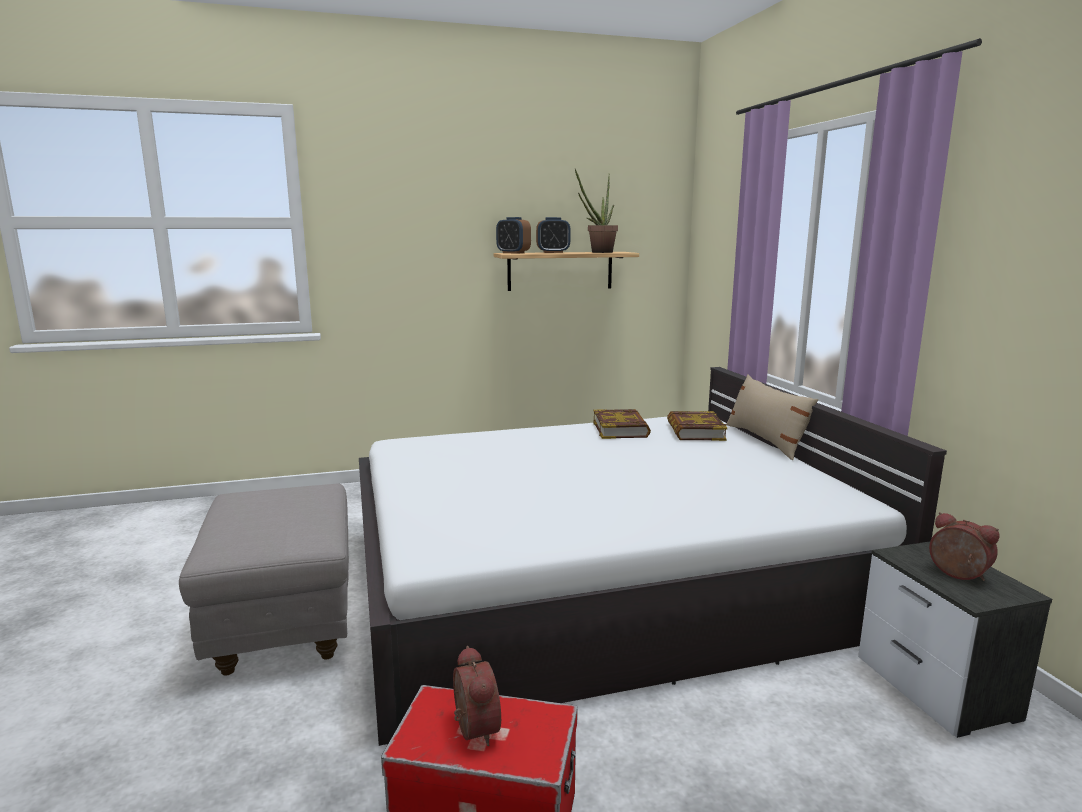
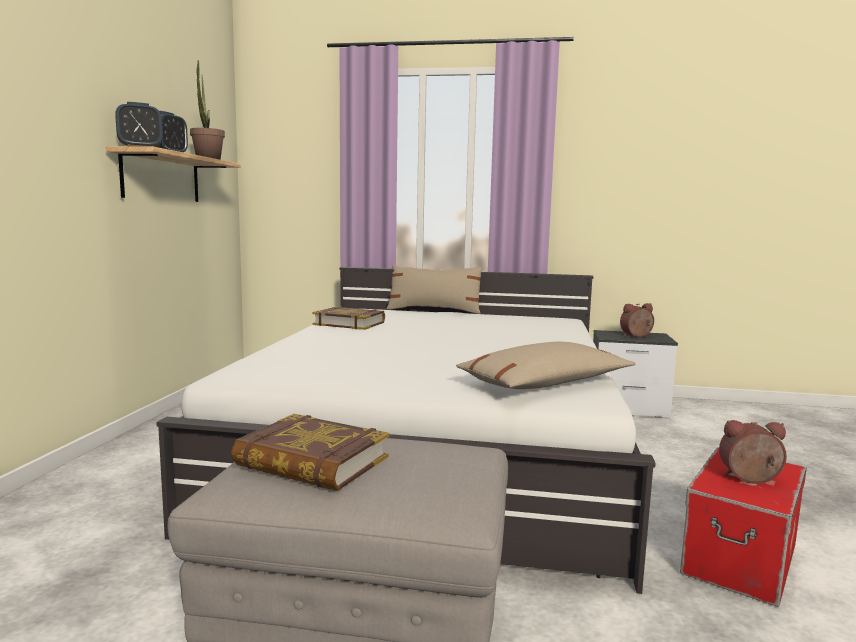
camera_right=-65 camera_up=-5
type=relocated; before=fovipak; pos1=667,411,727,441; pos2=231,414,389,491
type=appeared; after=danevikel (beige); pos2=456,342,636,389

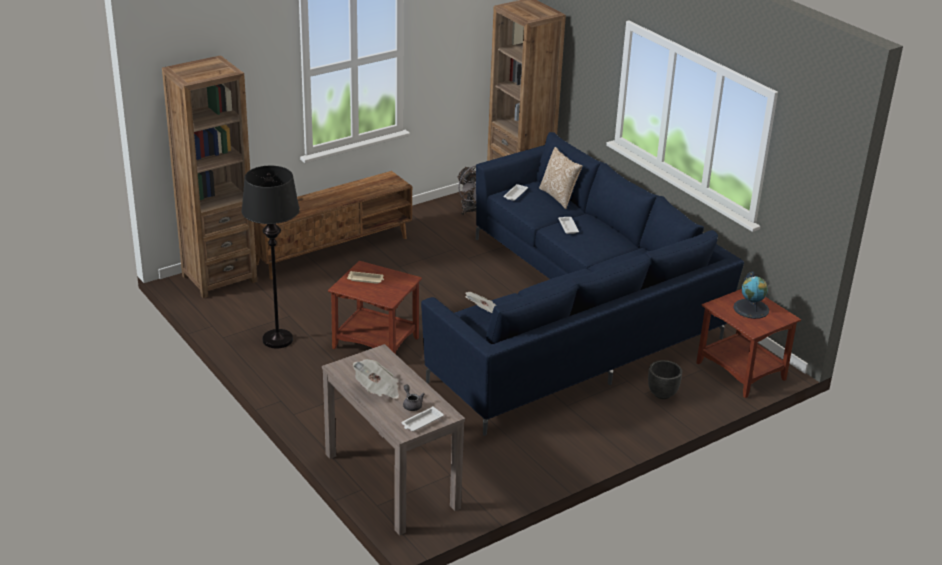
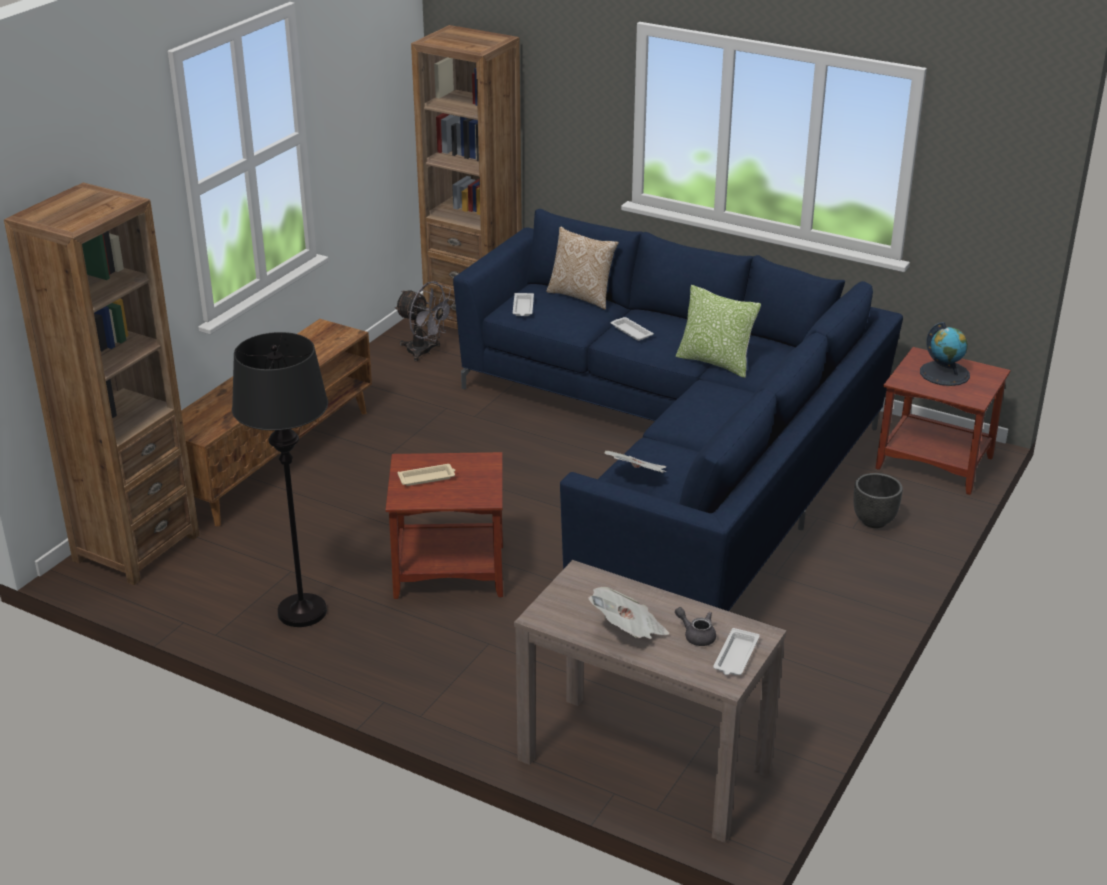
camera_right=-25 camera_up=0
type=appeared; after=danevikel; pos2=676,285,761,378

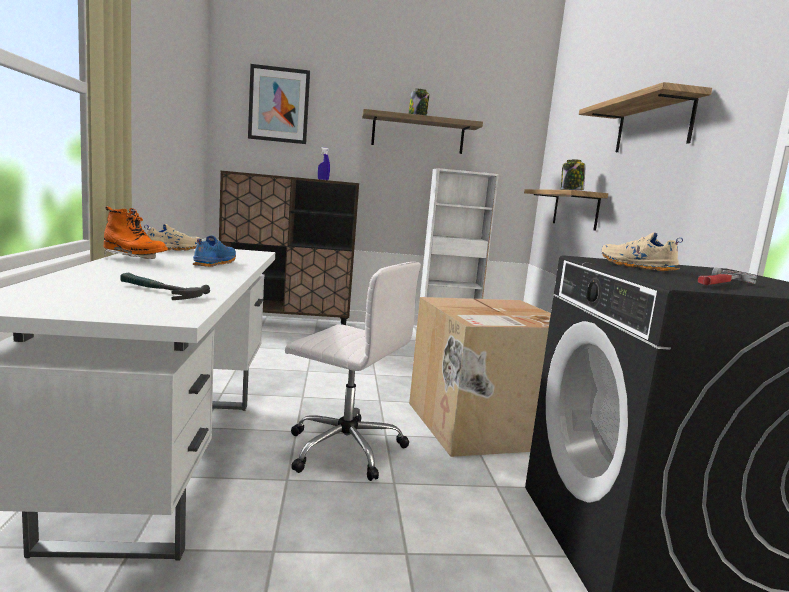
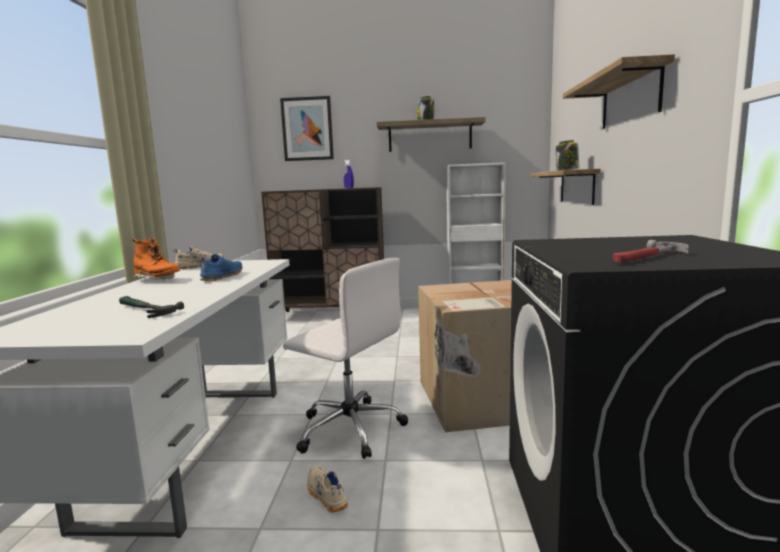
camera_right=10 camera_up=0
type=relocated; before=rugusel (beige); pos1=601,232,683,272; pos2=307,466,348,512

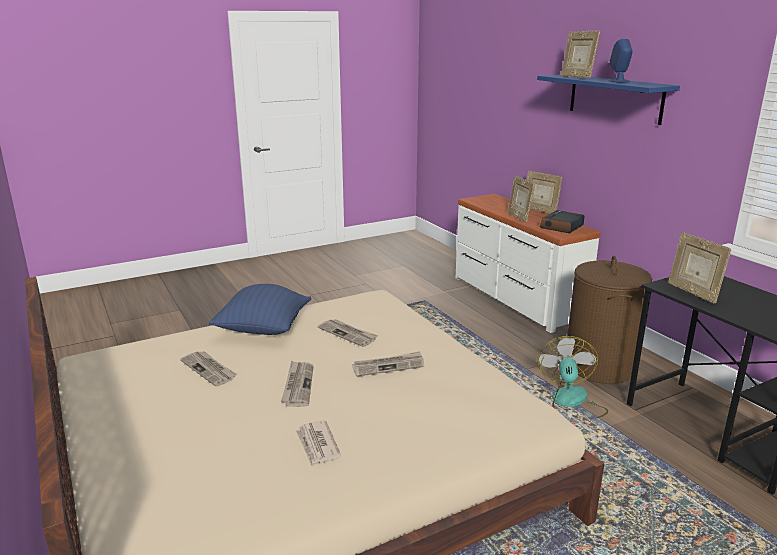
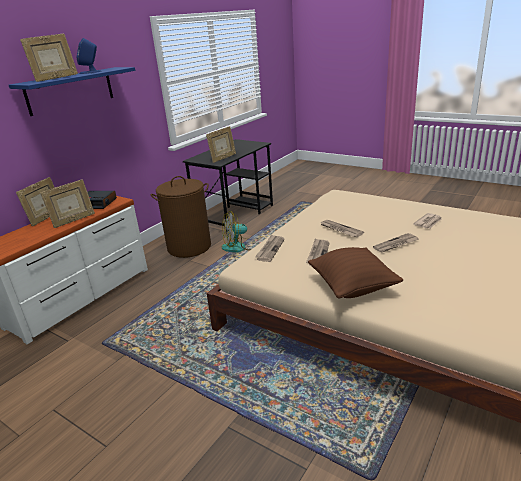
camera_right=-115 camera_up=5
type=colour; before=danevikel (blue); after=danevikel (brown); pos1=209,284,311,335; pos2=308,247,403,299
type=relocated; before=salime; pos1=180,351,236,387; pos2=255,234,285,262

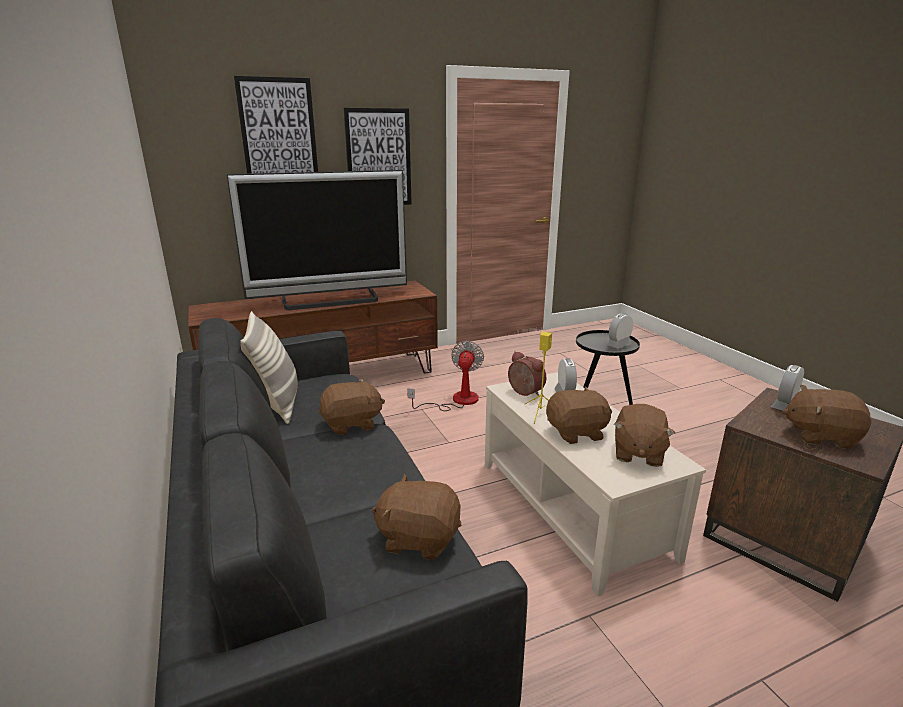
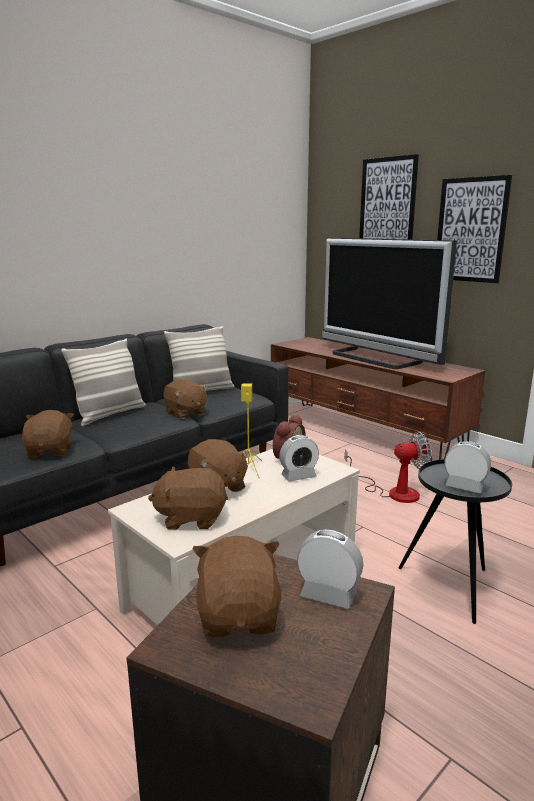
camera_right=70 camera_up=-5
type=appeared; after=danevikel; pos2=61,339,146,426

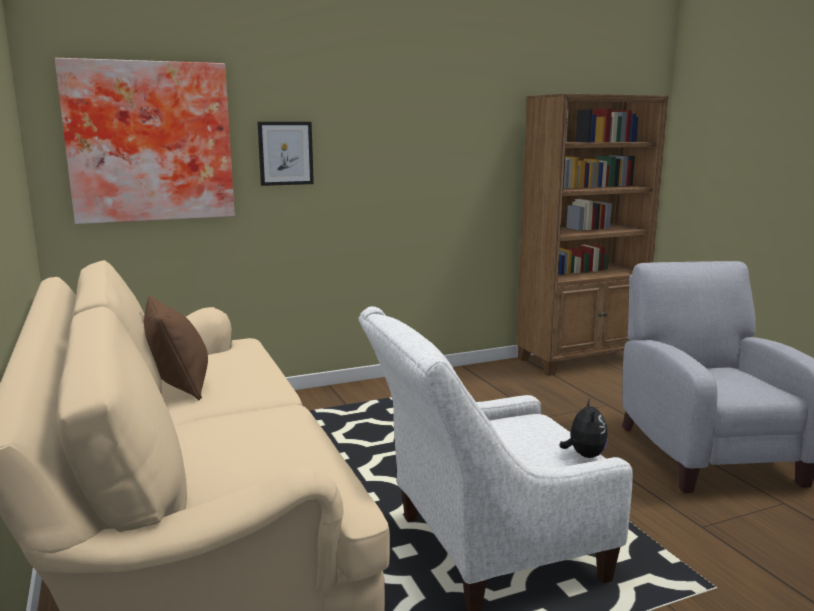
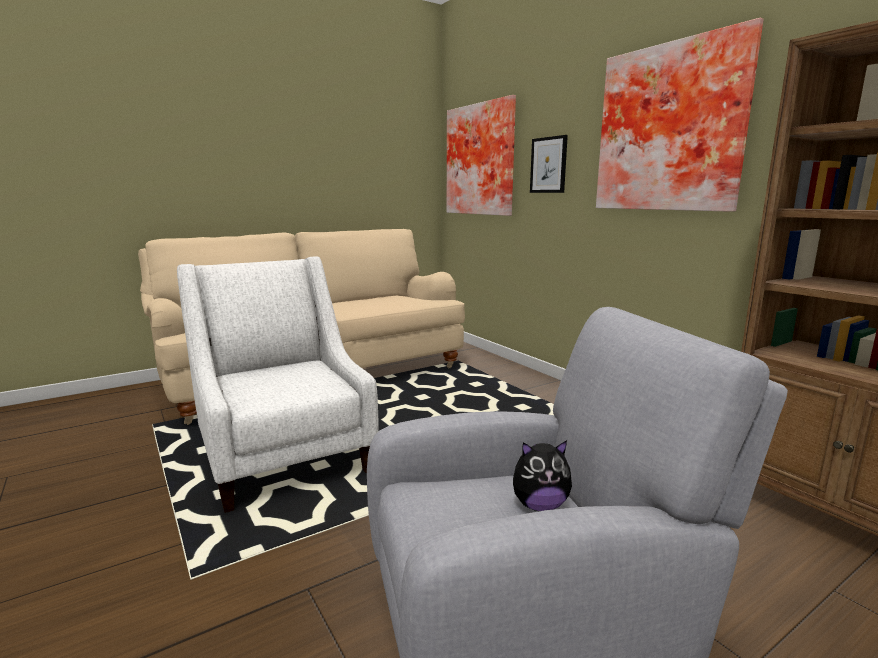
camera_right=80 camera_up=0
type=missing; before=danevikel (brown); pos1=144,296,208,400
type=relocated; before=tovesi; pos1=559,398,608,458; pos2=513,440,572,511
type=appeared; after=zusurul; pos2=596,18,764,212

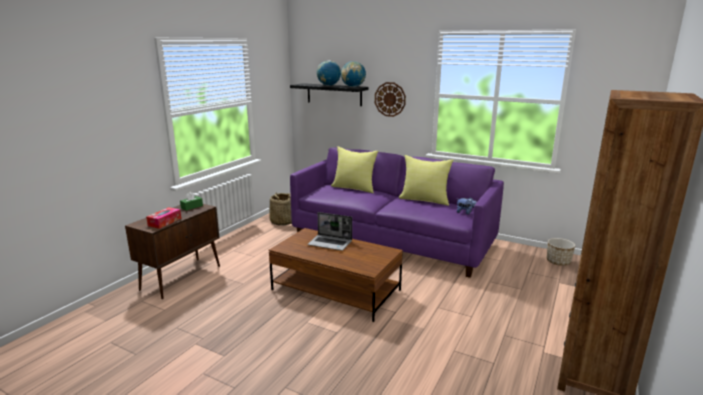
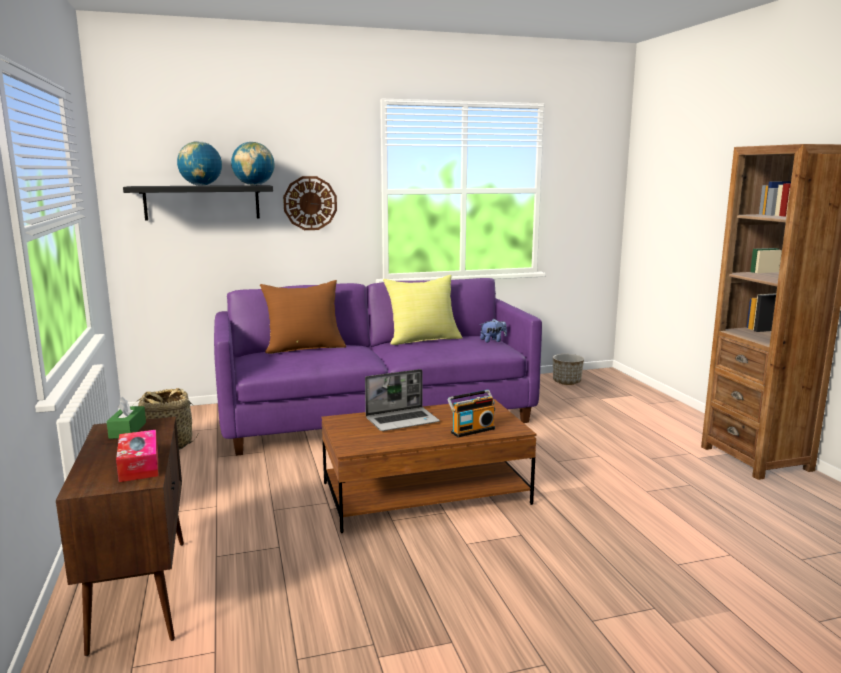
camera_right=-45 camera_up=-5
type=colour; before=danevikel (yellow); after=danevikel (brown); pos1=331,146,378,193; pos2=260,280,346,354
type=appeared; after=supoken; pos2=447,390,495,437

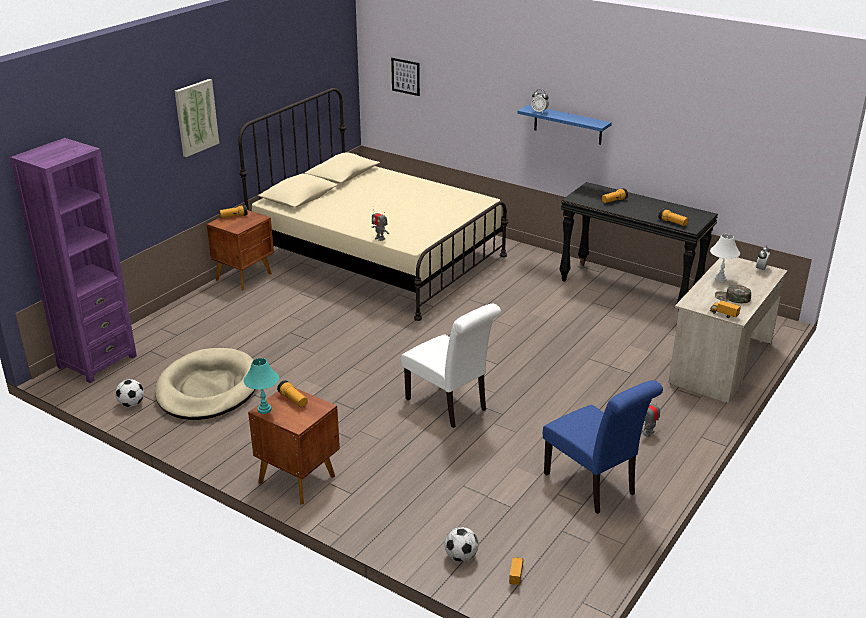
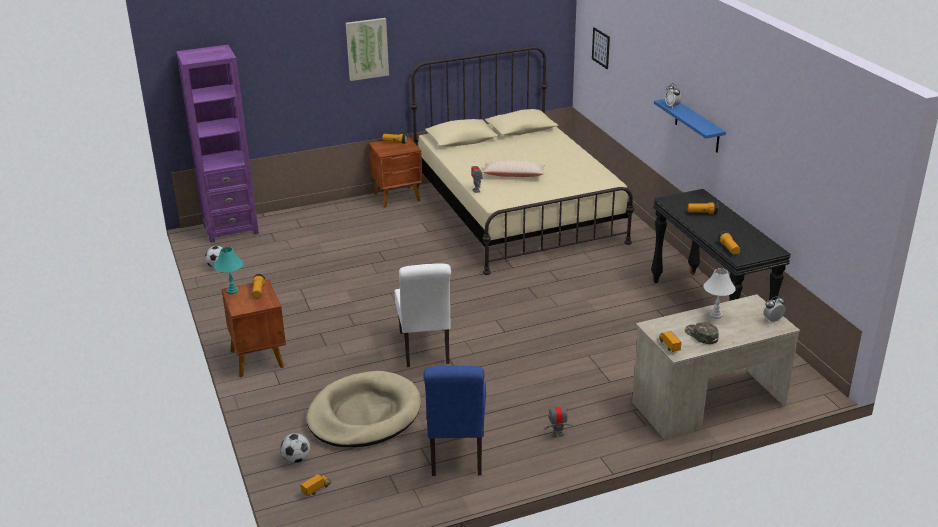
camera_right=35 camera_up=0
type=relocated; before=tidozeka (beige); pos1=155,348,256,420; pos2=306,371,421,447
type=appeared; after=danevikel (beige); pos2=483,160,545,177

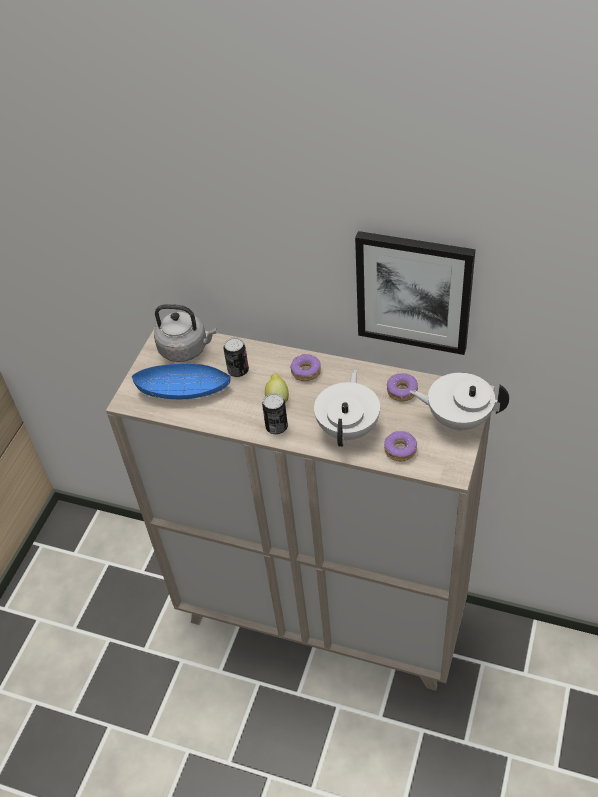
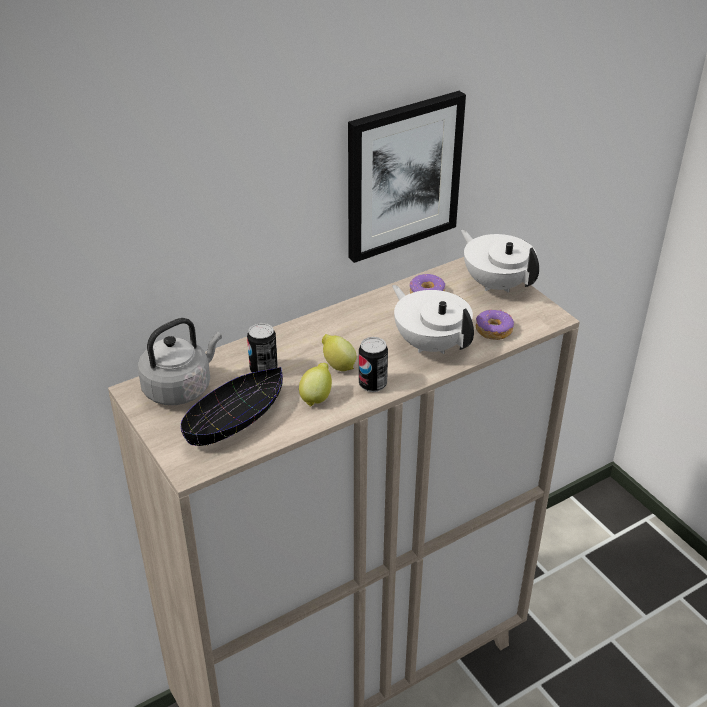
camera_right=-55 camera_up=-10
type=missing; before=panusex; pos1=290,354,321,381
type=colour; before=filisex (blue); after=filisex (black); pos1=131,364,231,399; pos2=180,367,283,446
type=spun; before=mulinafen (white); pos1=410,373,509,431; pos2=461,230,539,293; turn=90
type=appeared; after=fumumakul; pos2=299,363,332,406

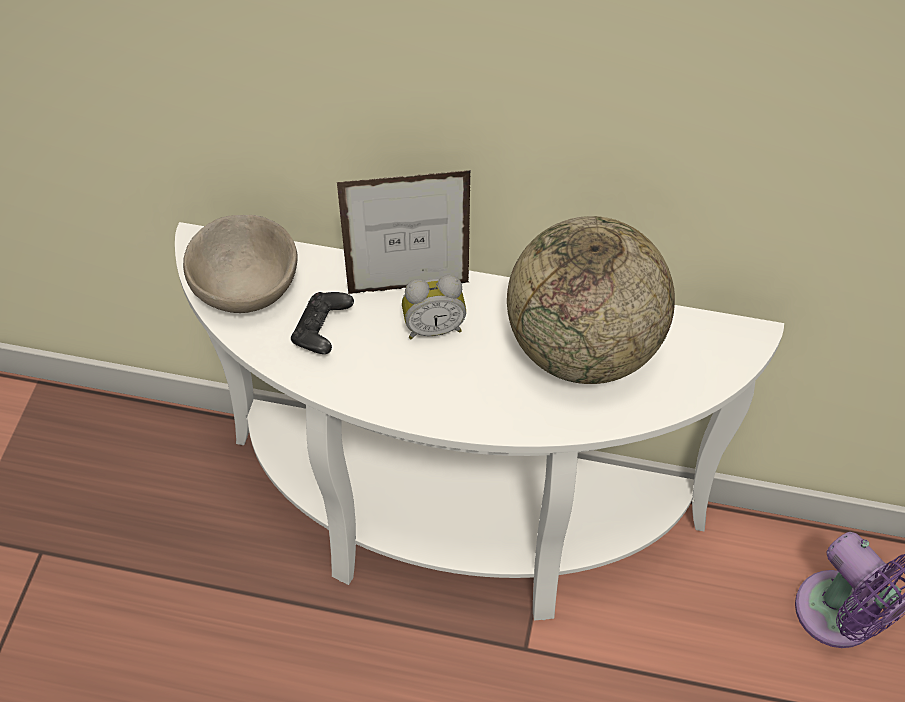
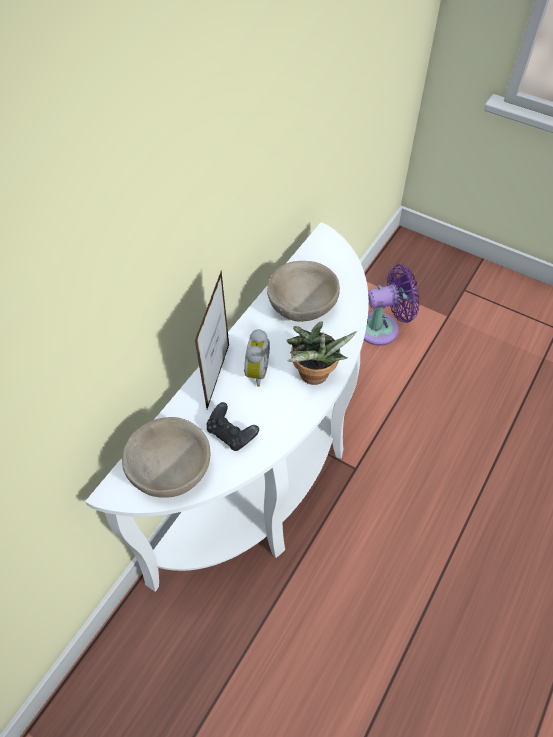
camera_right=-70 camera_up=0
type=exchanged; before=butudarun; after=filisex (beige); pos1=507,216,675,384; pos2=267,261,340,322
type=appeared; after=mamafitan; pos2=287,321,356,385

